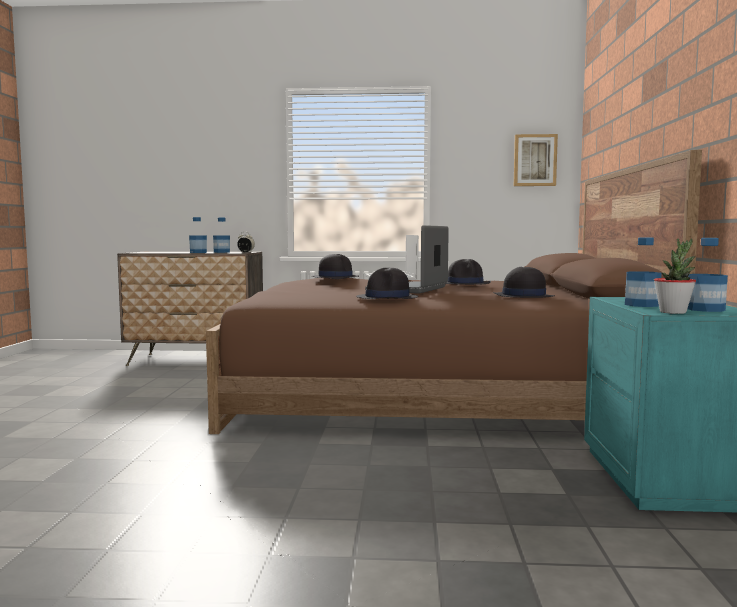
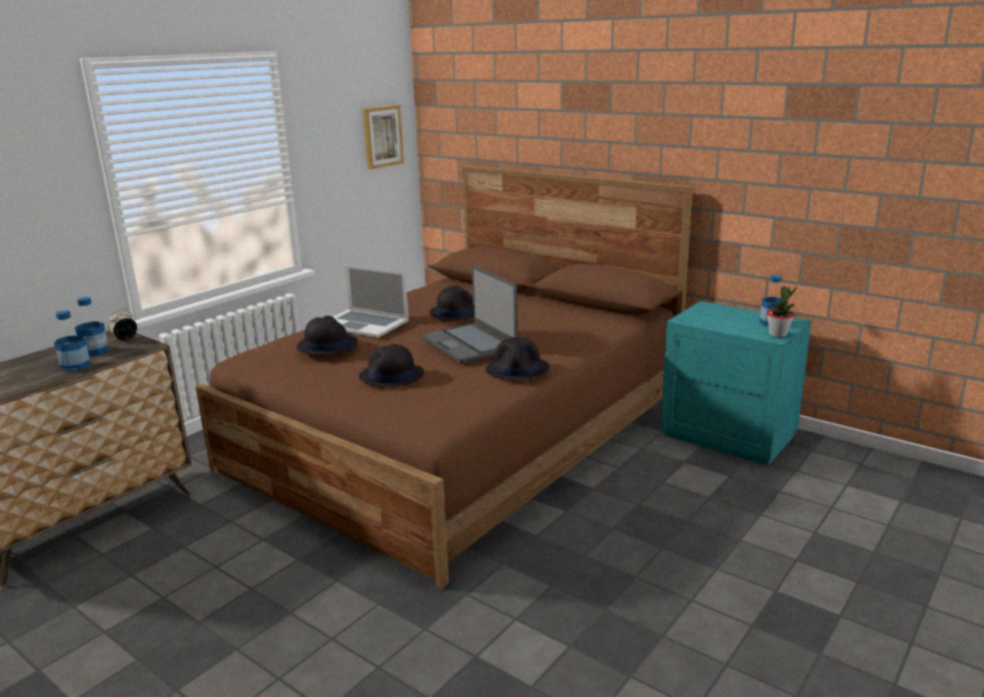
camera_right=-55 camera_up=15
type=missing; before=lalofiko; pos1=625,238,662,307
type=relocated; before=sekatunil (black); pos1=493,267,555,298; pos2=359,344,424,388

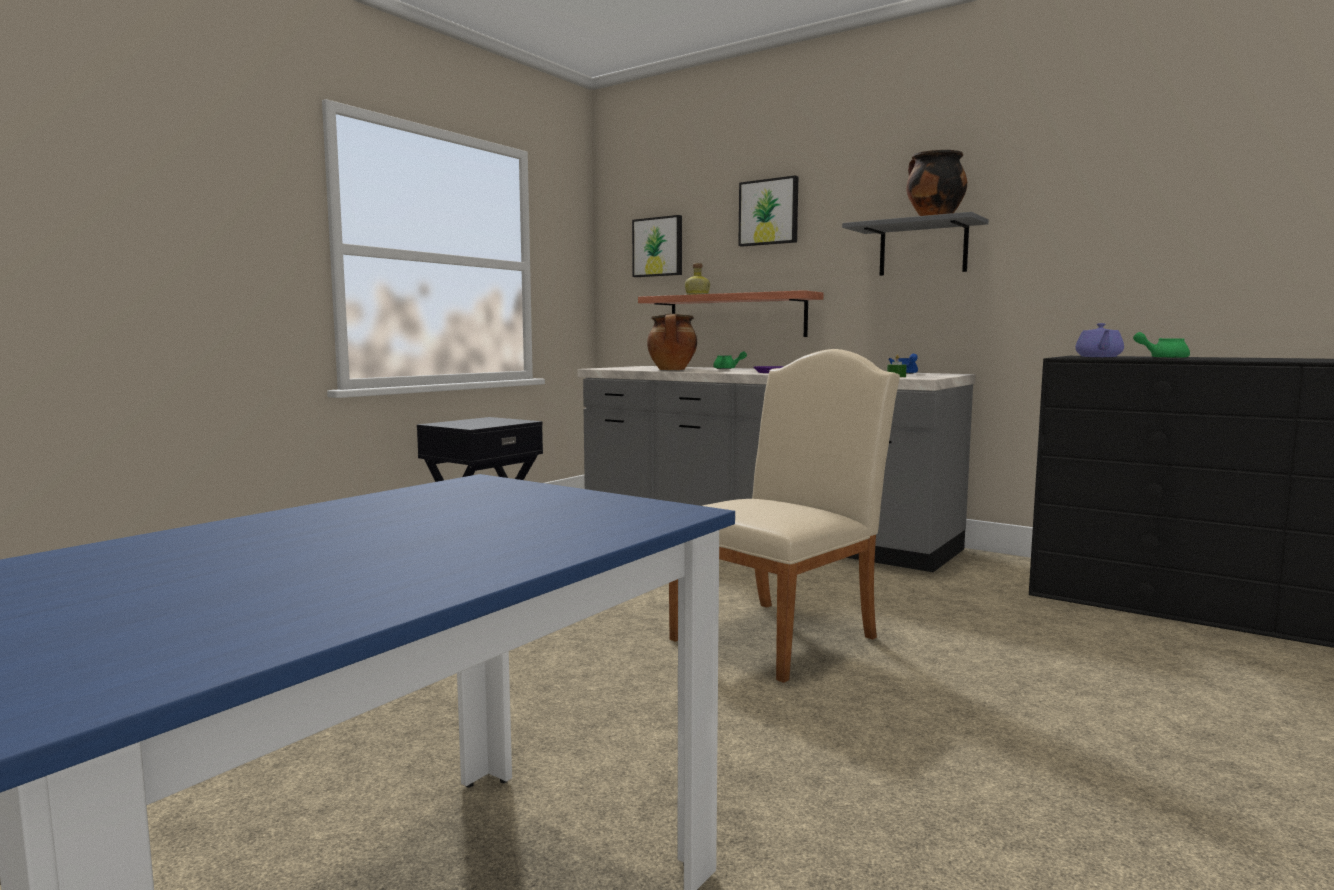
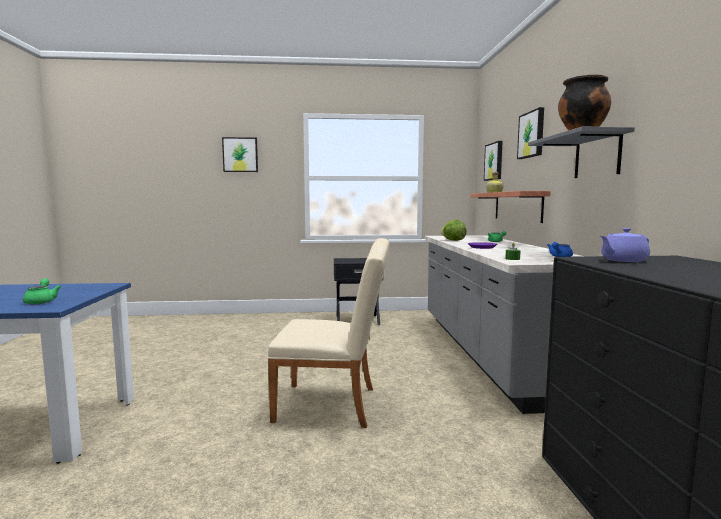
camera_right=50 camera_up=0
type=exchanged; before=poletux; after=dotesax; pos1=647,314,697,370; pos2=441,219,467,241
type=relocated; before=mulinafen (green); pos1=1133,332,1190,359; pos2=23,279,61,305
type=appeared; after=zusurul; pos2=222,137,258,172

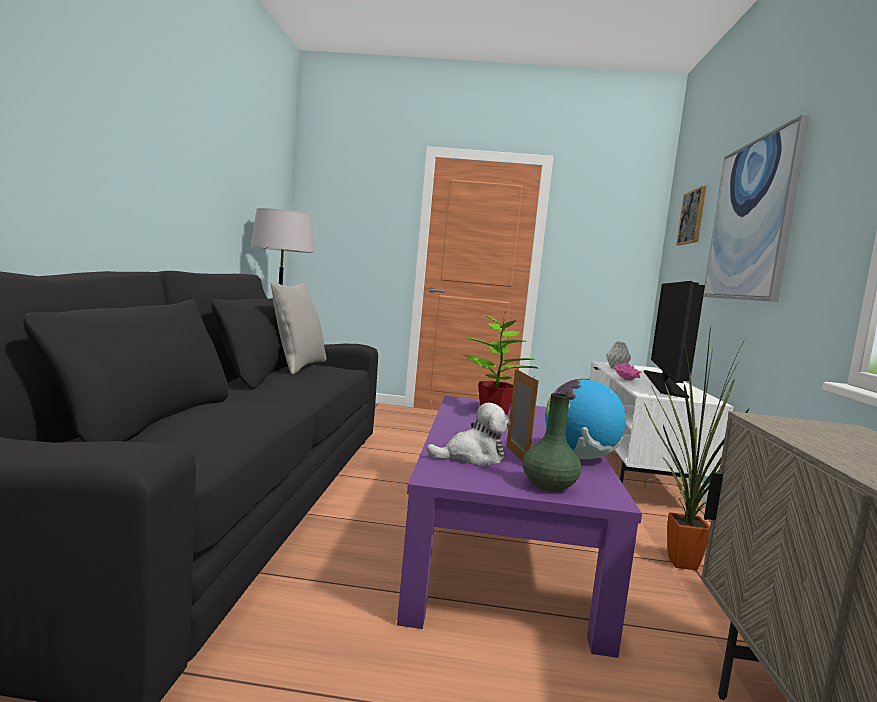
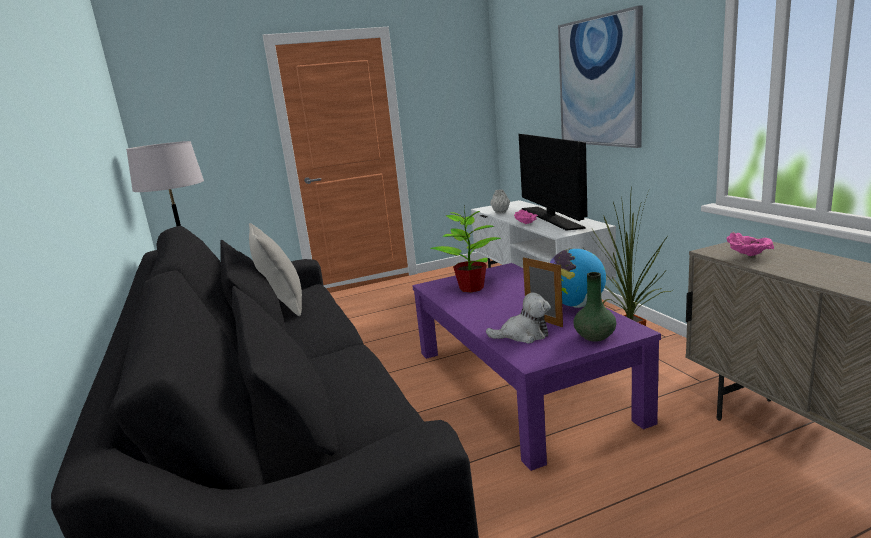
camera_right=-25 camera_up=10
type=missing; before=zusurul; pos1=676,186,707,245
type=spun; before=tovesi; pos1=427,403,511,466; pos2=486,292,551,343; turn=45
type=appeared; after=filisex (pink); pos2=727,232,774,257

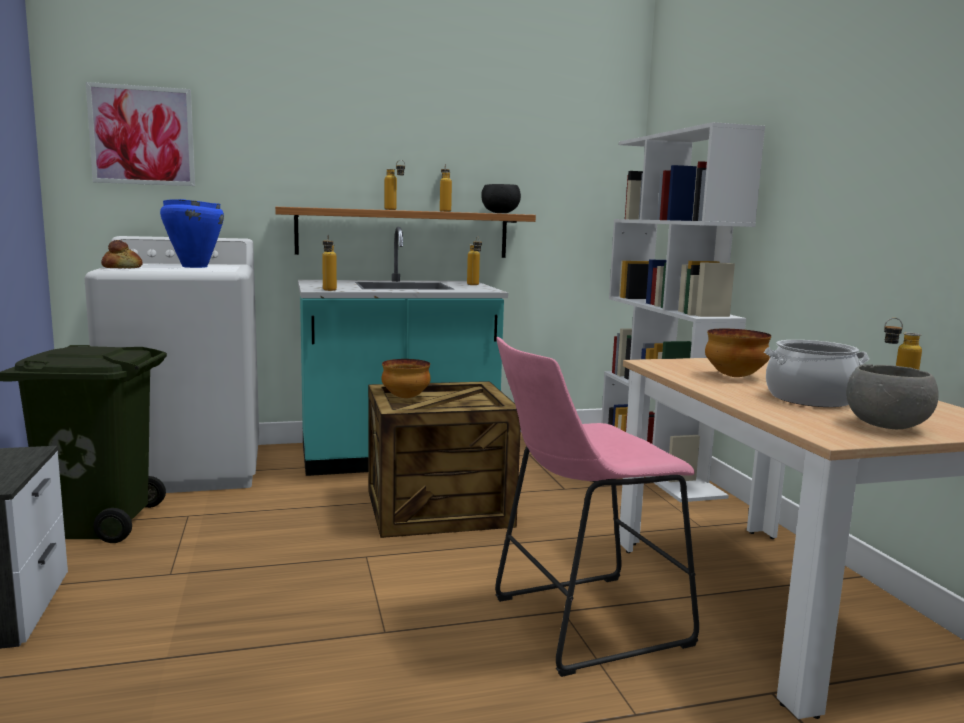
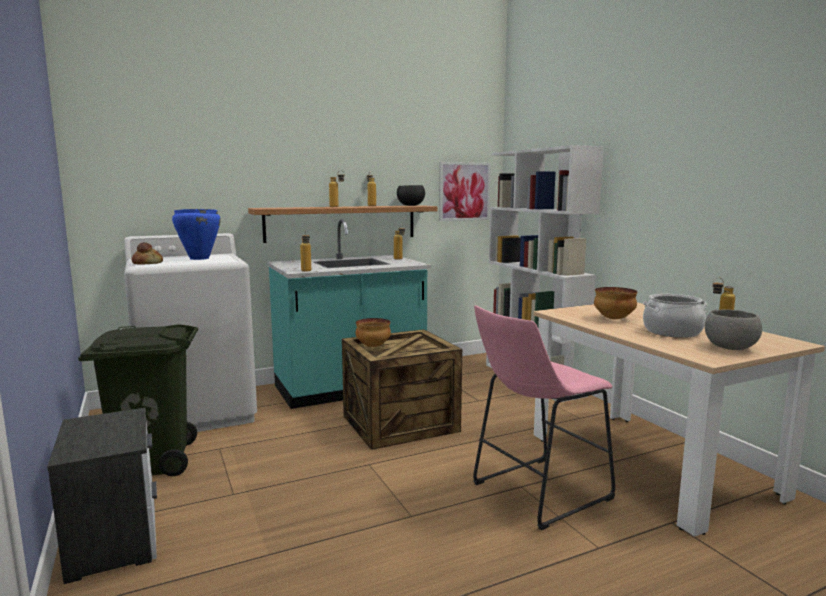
camera_right=-10 camera_up=0
type=relocated; before=zusurul; pos1=86,82,195,186; pos2=439,162,491,221

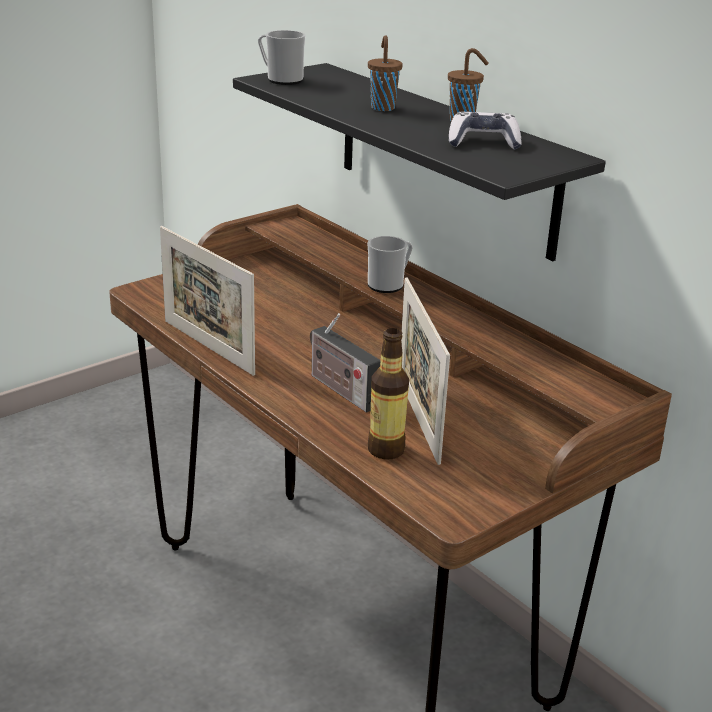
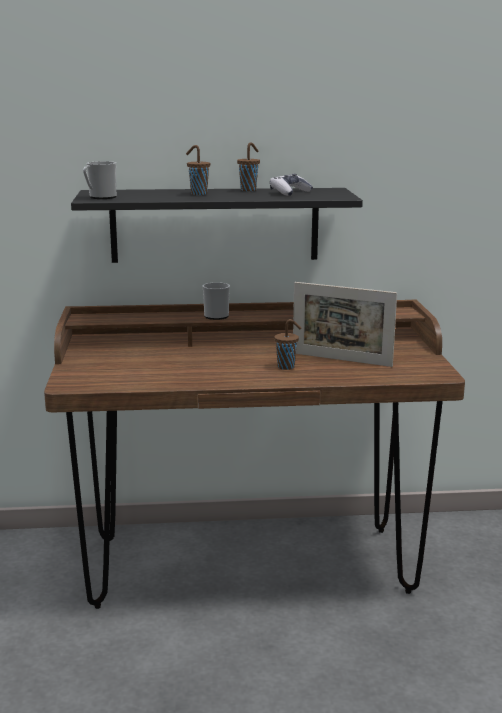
camera_right=-55 camera_up=-10
type=missing; before=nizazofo; pos1=160,226,255,376
type=exchanged; before=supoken; after=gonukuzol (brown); pos1=310,313,381,413; pos2=274,319,301,370
type=missing; before=lalofiko; pos1=368,328,409,460

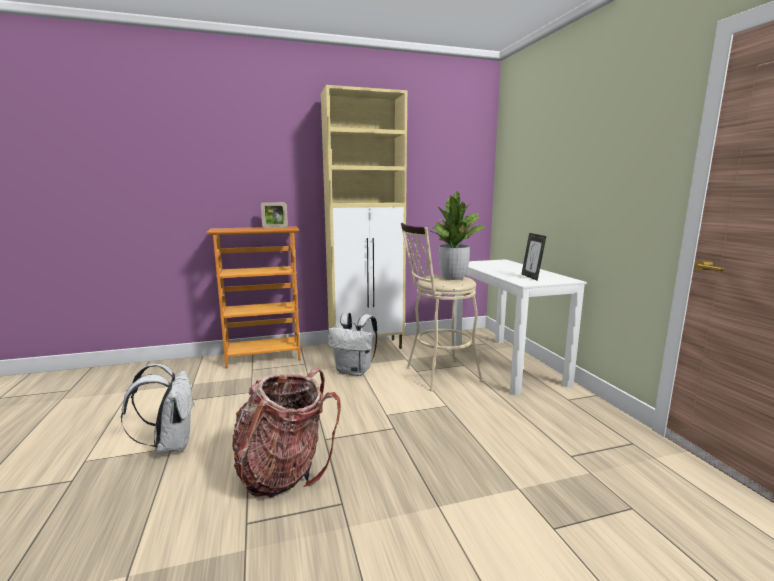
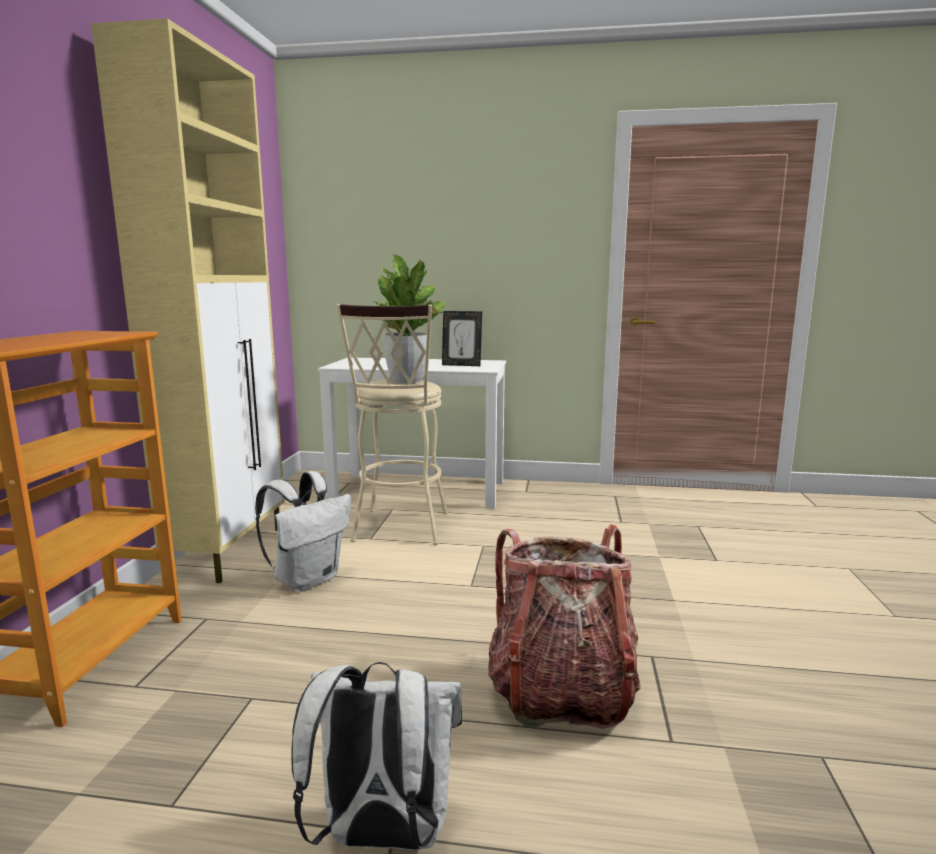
camera_right=-65 camera_up=0
type=missing; before=nizazofo; pos1=261,202,288,228

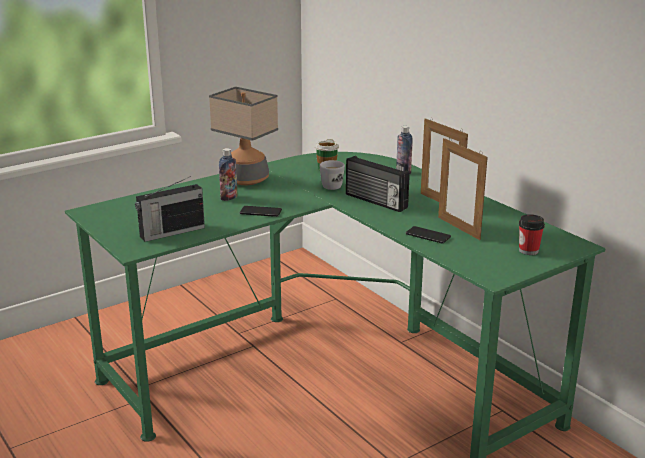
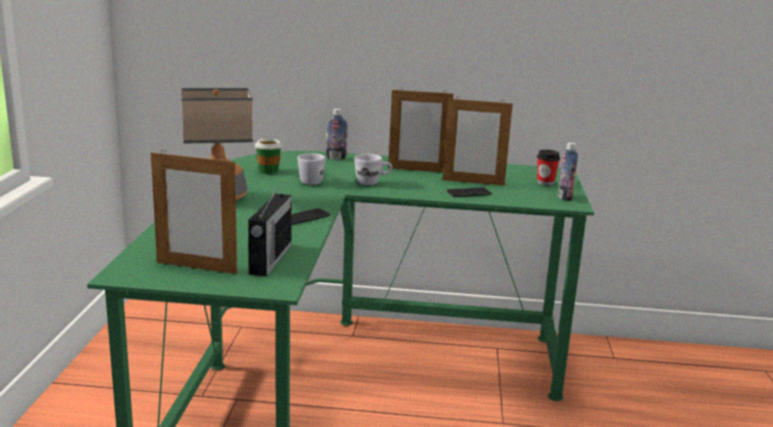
camera_right=-50 camera_up=-5
type=relocated; before=lalofiko; pos1=219,148,237,201; pos2=558,142,578,201
type=exchanged; before=supoken; after=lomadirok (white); pos1=346,156,410,212; pos2=354,154,392,185
type=appeared; after=nizazofo; pos2=151,150,237,274

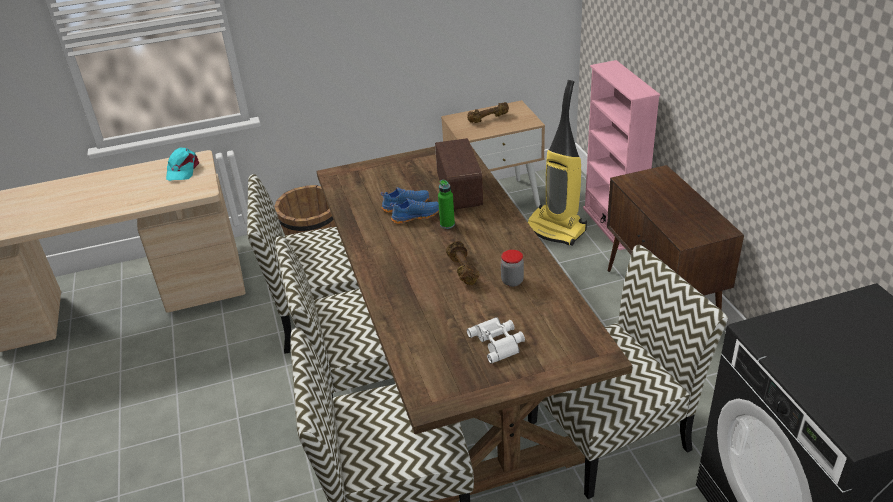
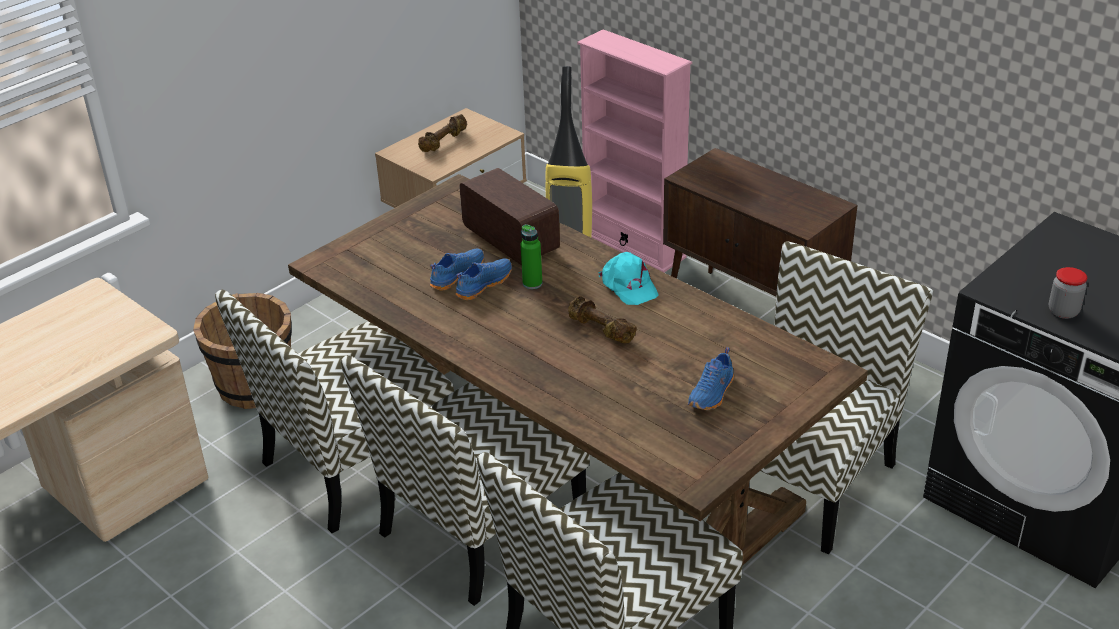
camera_right=-30 camera_up=0
type=relocated; before=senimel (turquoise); pos1=166,148,199,181; pos2=599,252,659,305
type=relocated; before=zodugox; pos1=501,250,524,287; pos2=1049,267,1087,319
type=exchanged; before=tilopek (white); after=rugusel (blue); pos1=467,317,525,364; pos2=688,347,734,410

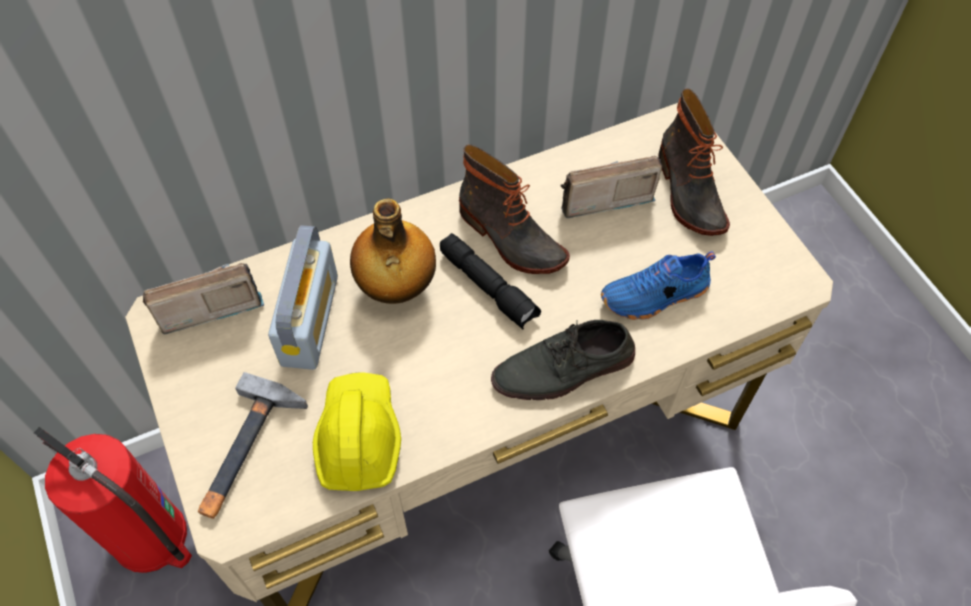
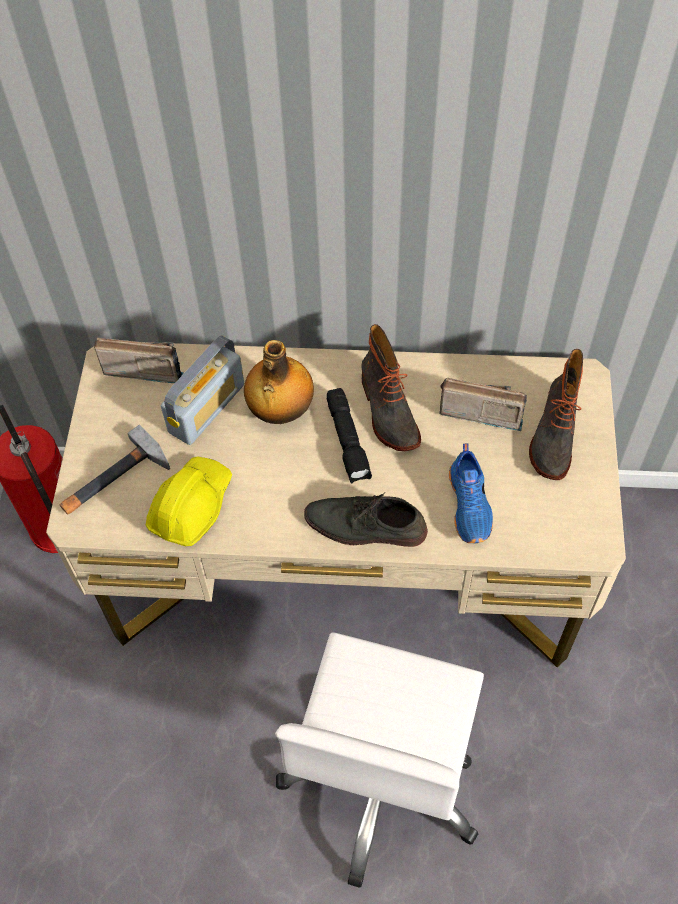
camera_right=30 camera_up=0
type=spun; before=rugusel (blue); pos1=601,251,716,320; pos2=449,444,493,543; turn=-105

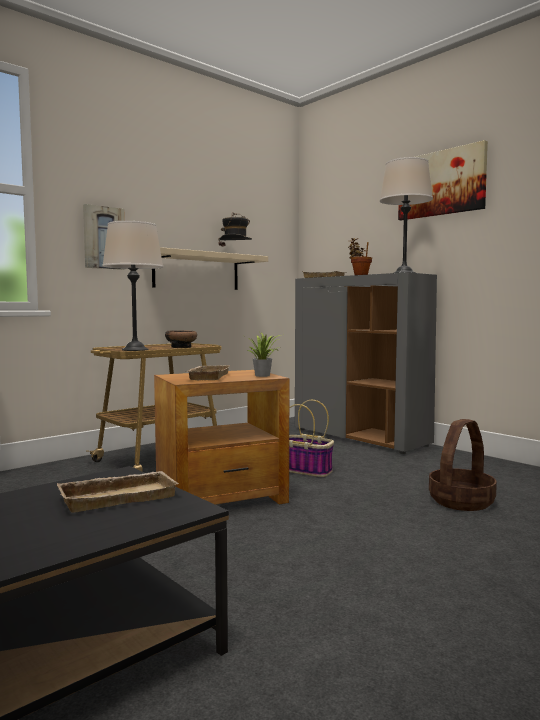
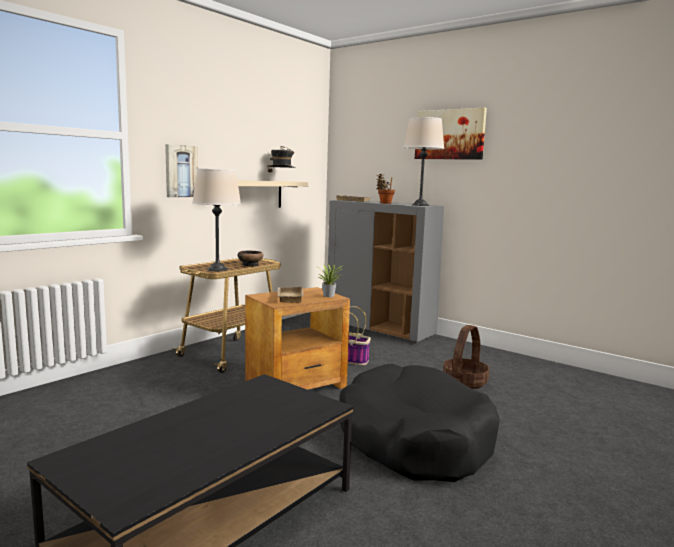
camera_right=-10 camera_up=5
type=missing; before=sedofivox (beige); pos1=56,471,178,513
type=appeared; after=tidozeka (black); pos2=339,364,500,482

